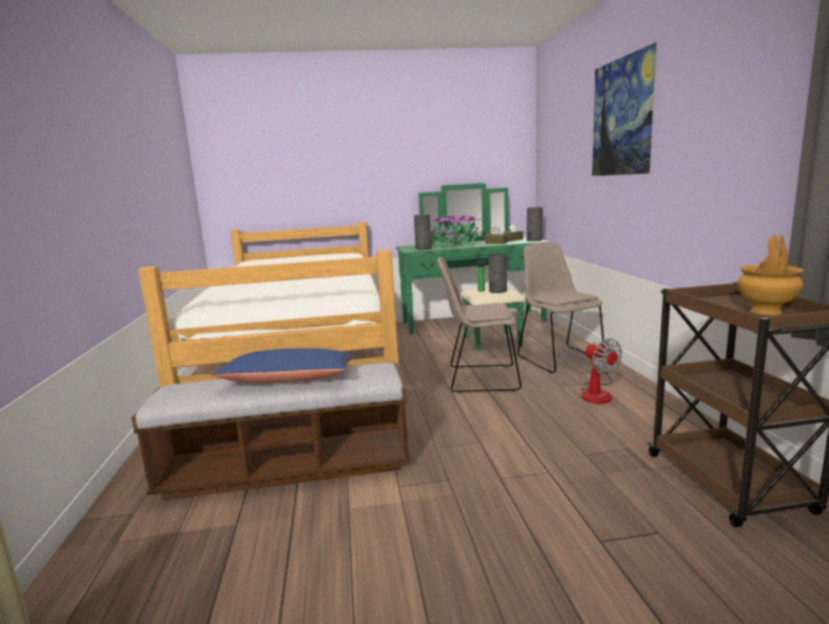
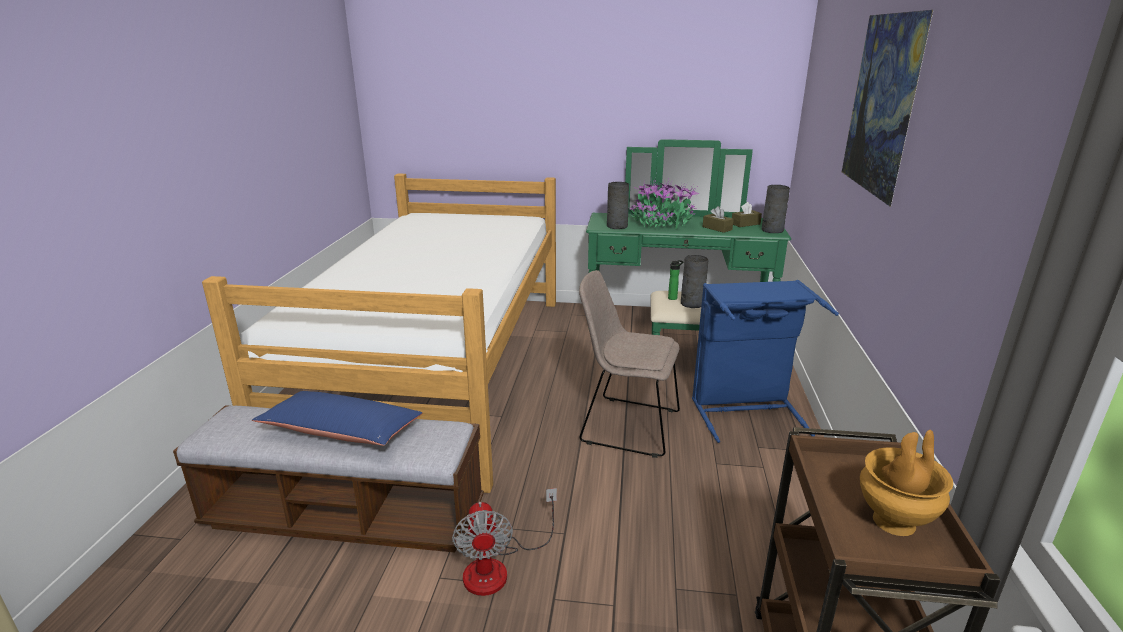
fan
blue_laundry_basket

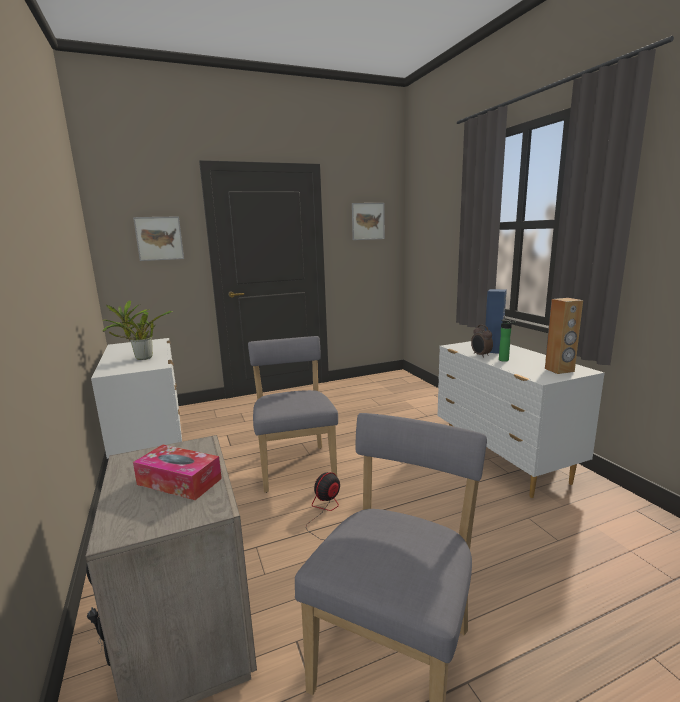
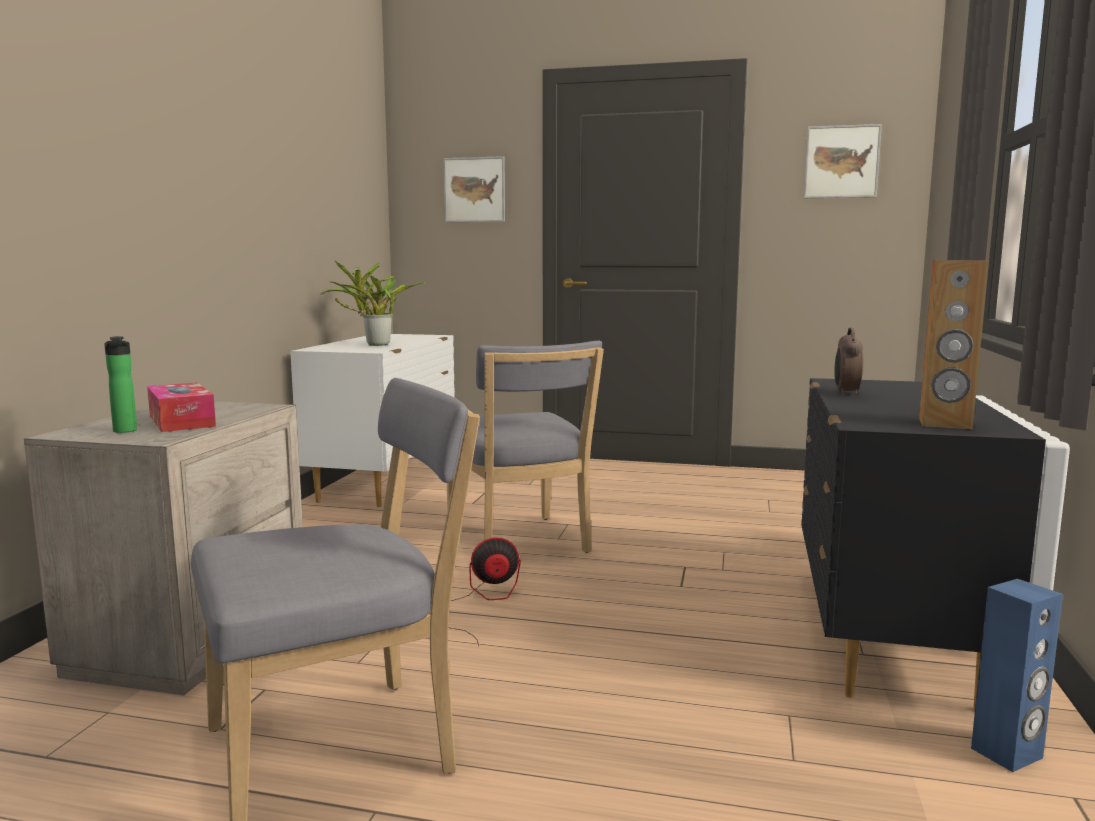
bottle
grey_chair (2nd from left)
black_dresser
blue_speaker

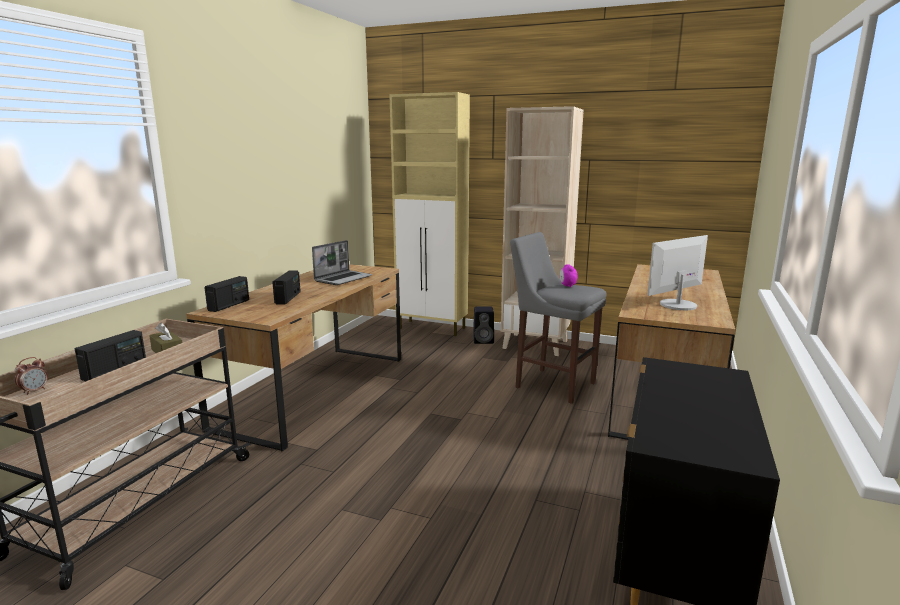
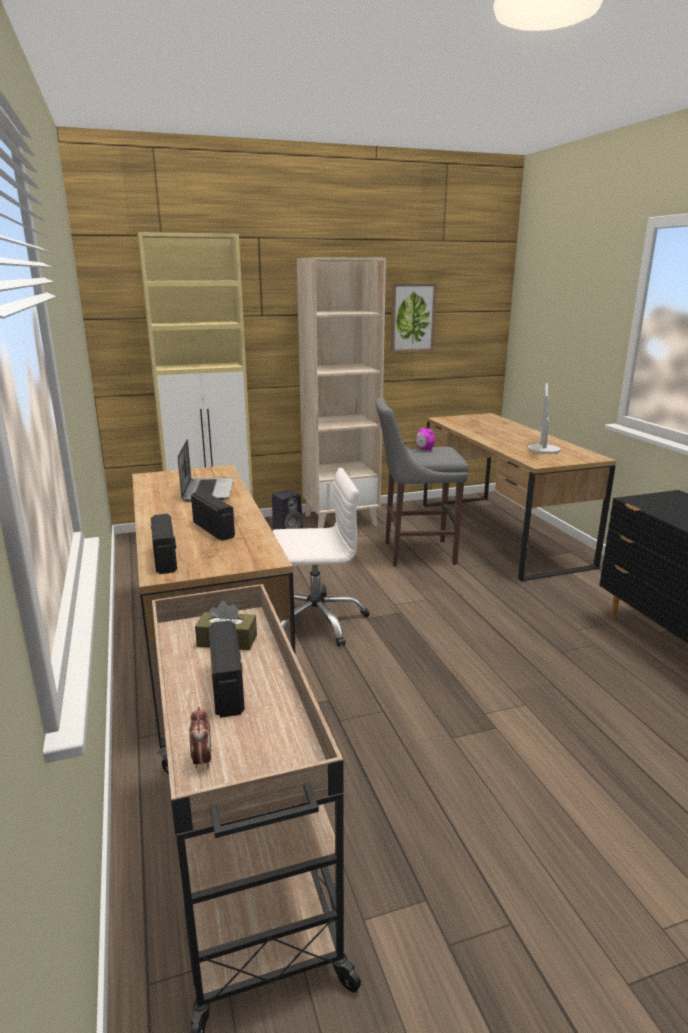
white_office_chair
picture

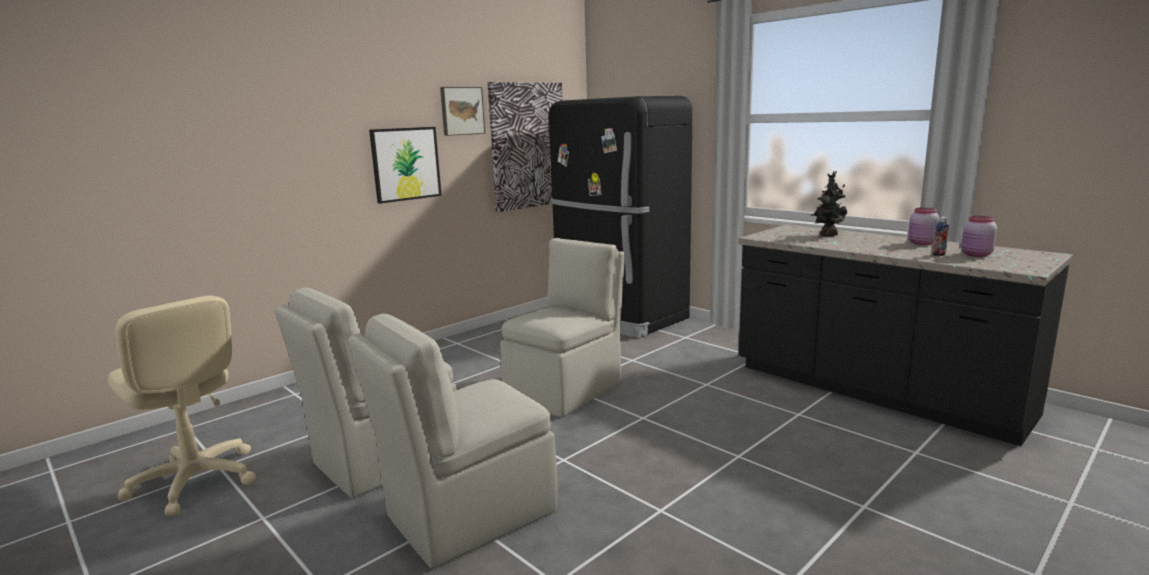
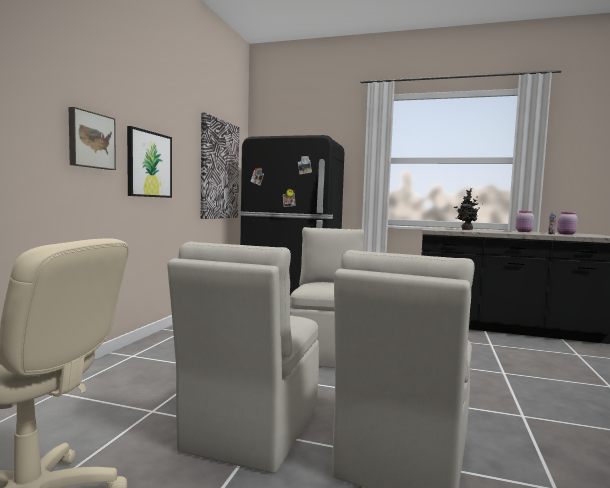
picture (1st from left)

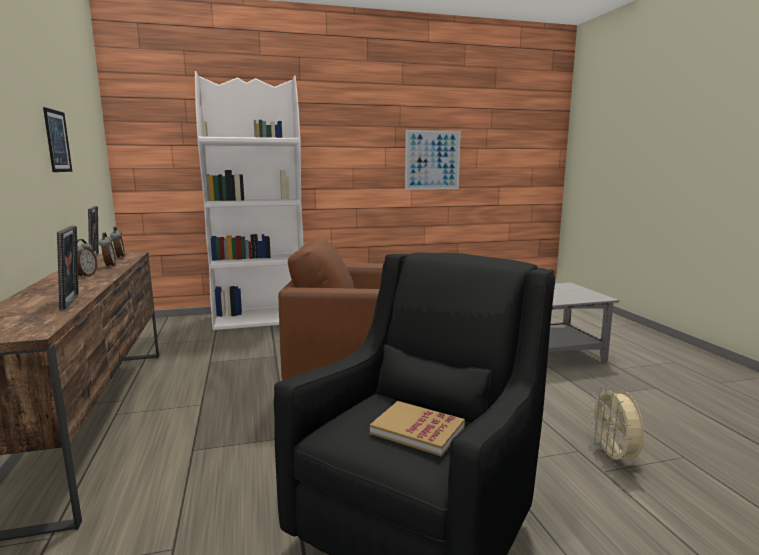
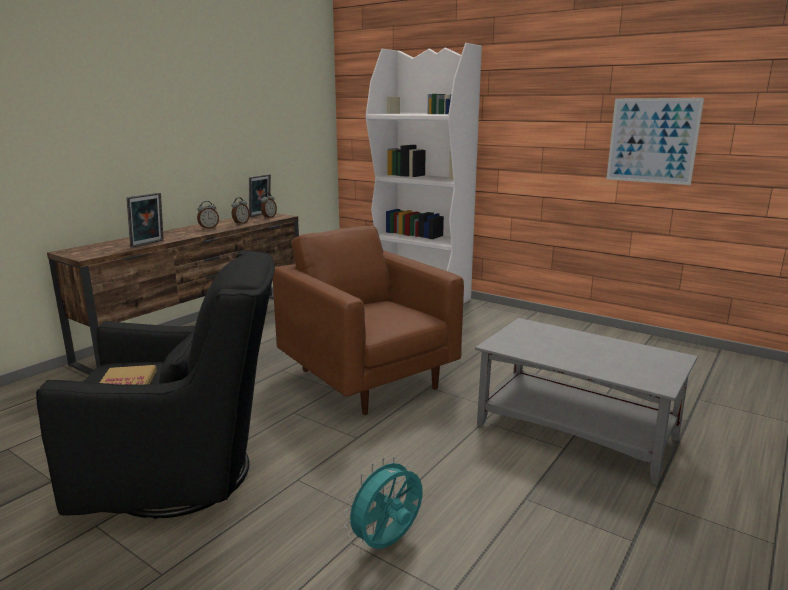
turquoise_fan
picture (1st from left in the first image)

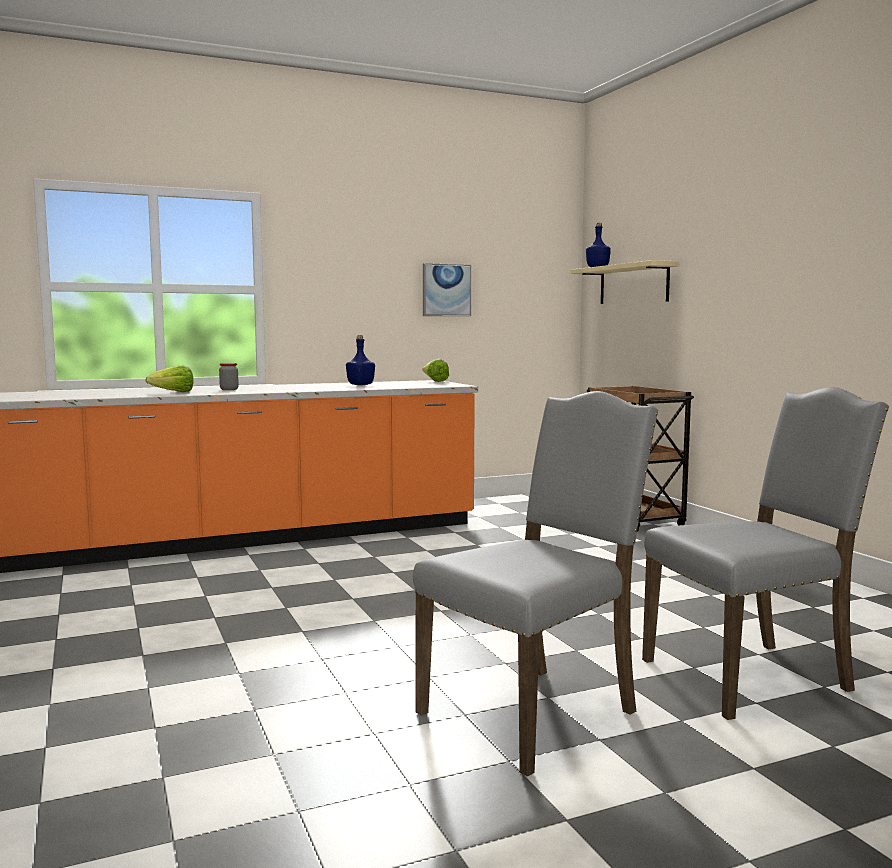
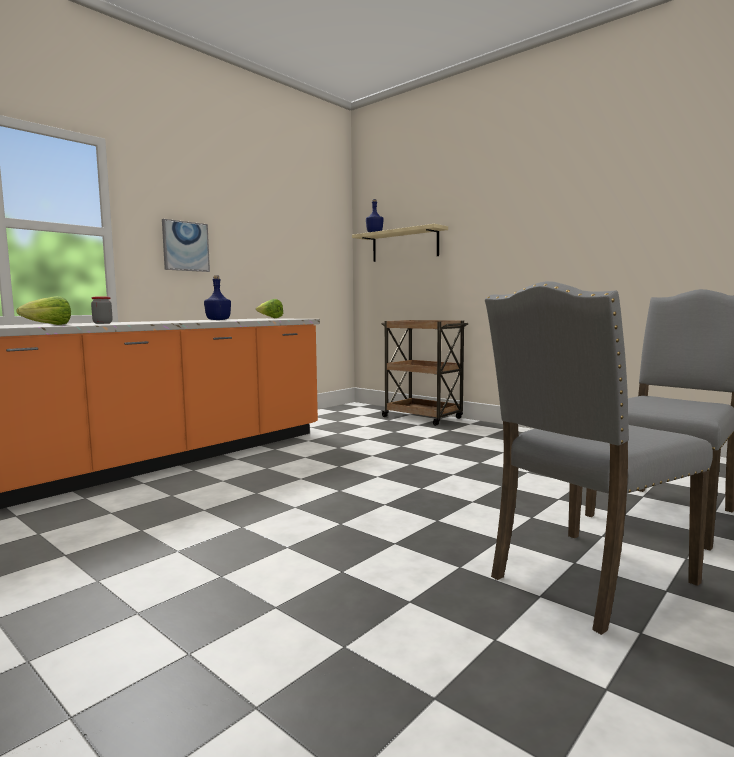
picture
grey_chair (1st from left)

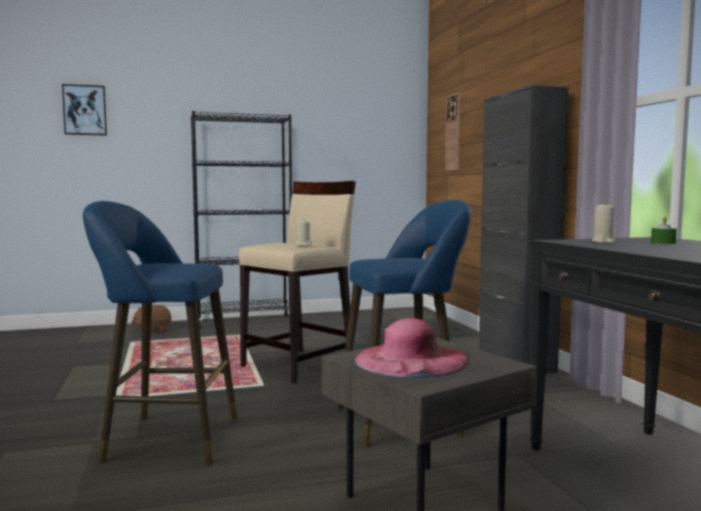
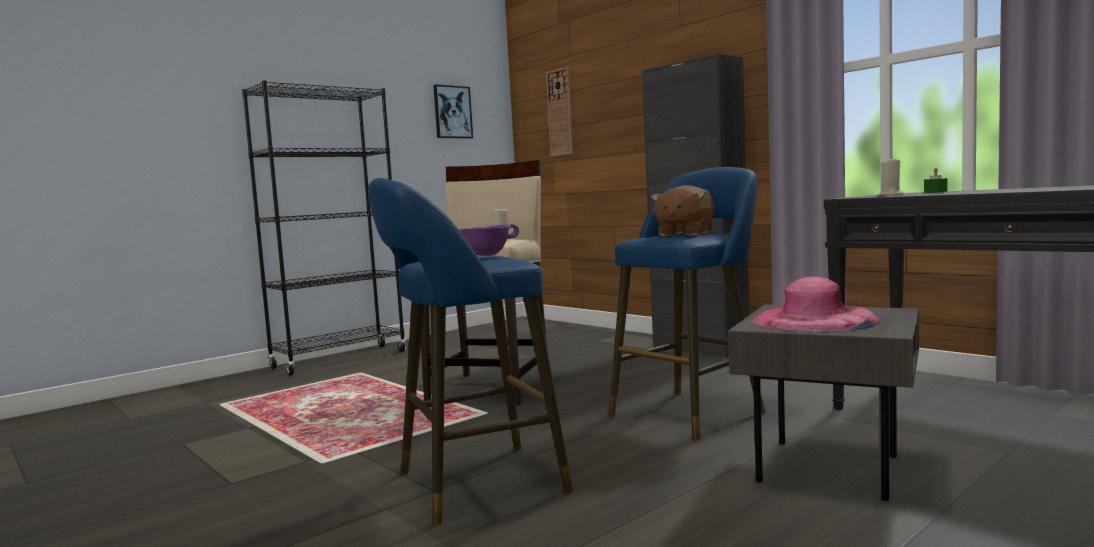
picture
purple_bowl
brown_plush_toy

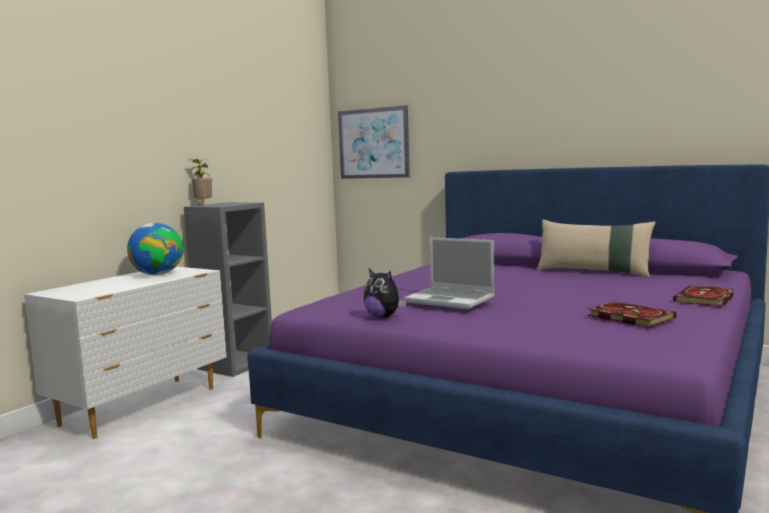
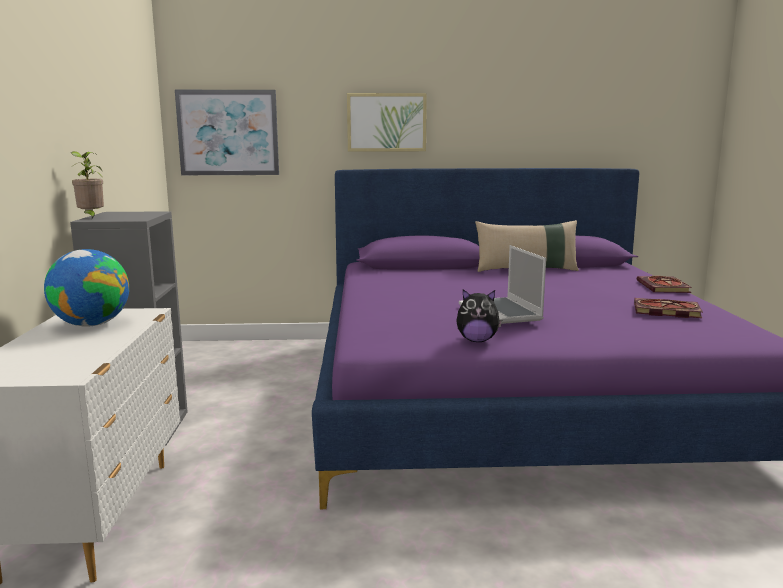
picture (2nd from left)
laptop

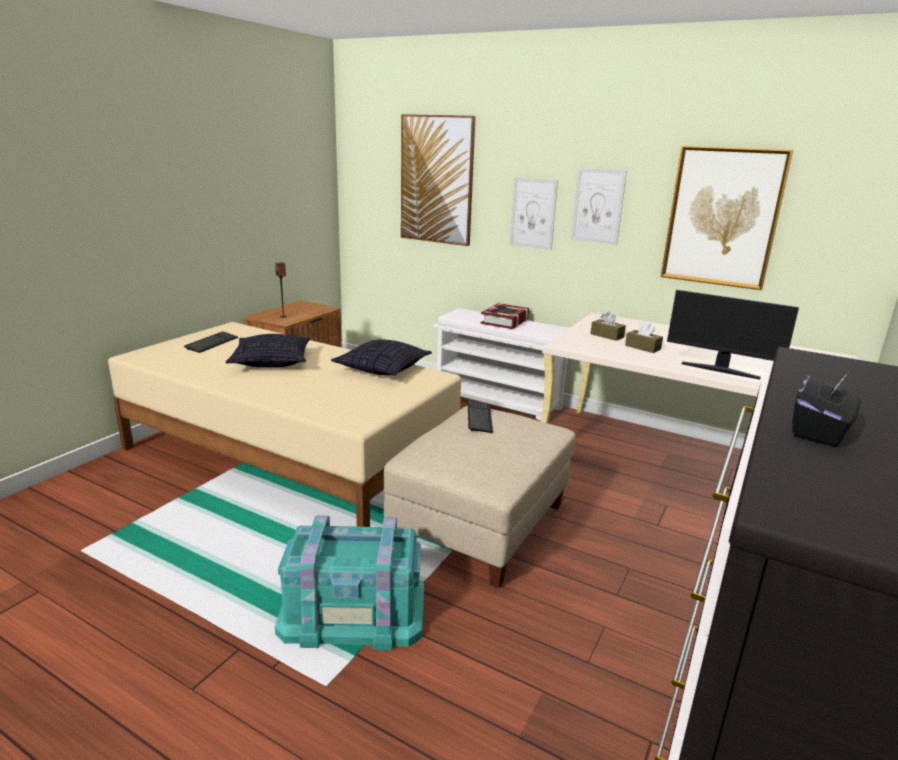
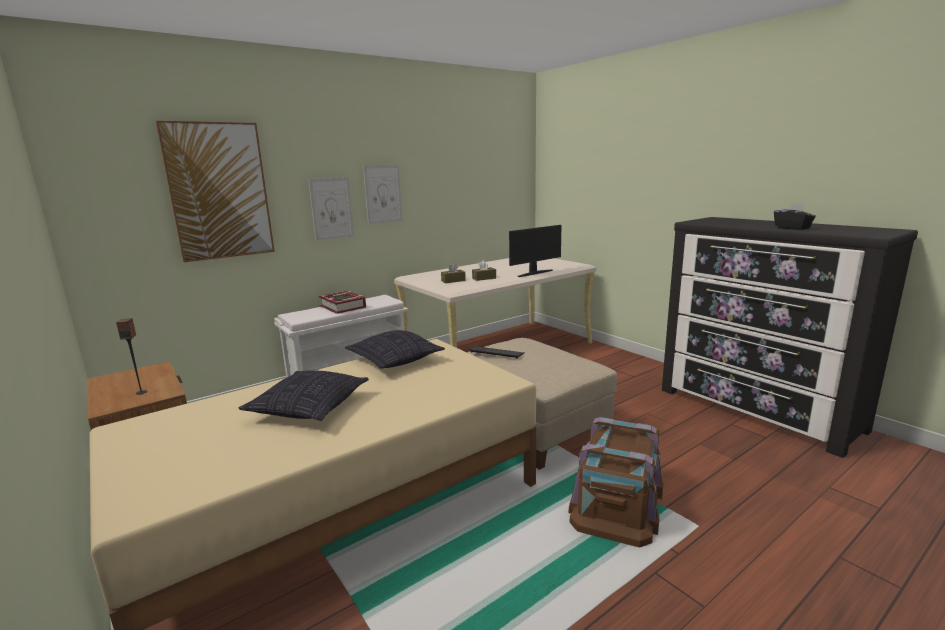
brown_storage_box
keyboard (1st from left in the first image)
picture (4th from left in the first image)

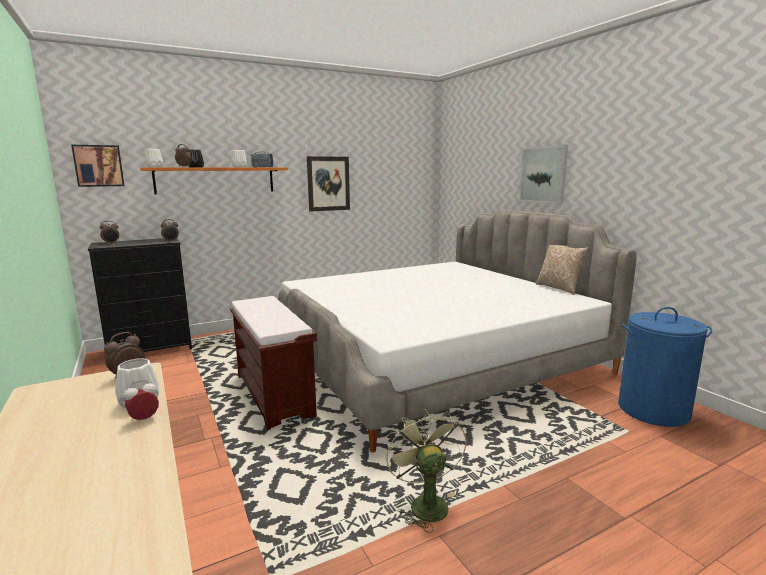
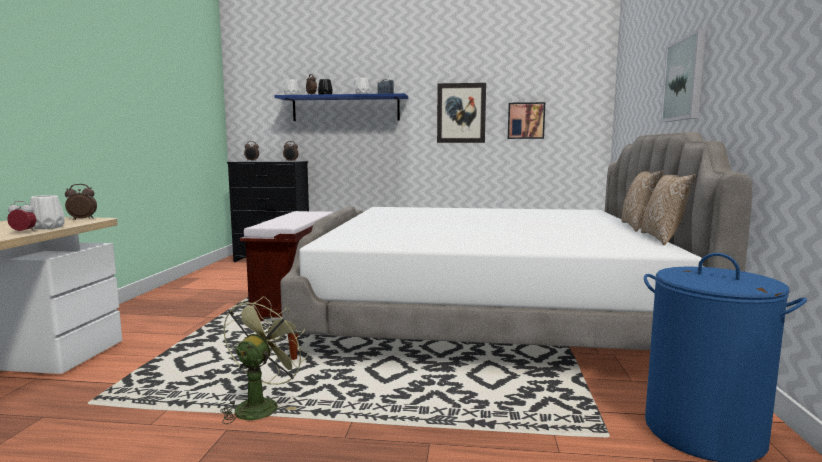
blue_shelf
picture (2nd from left)
pillow (1st from left)

